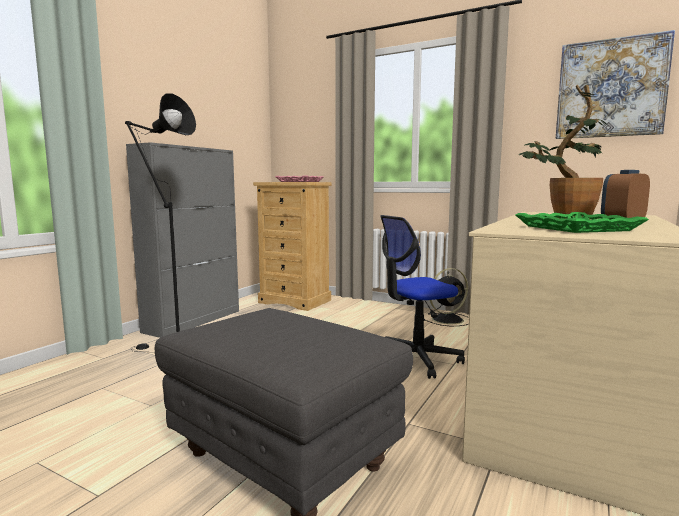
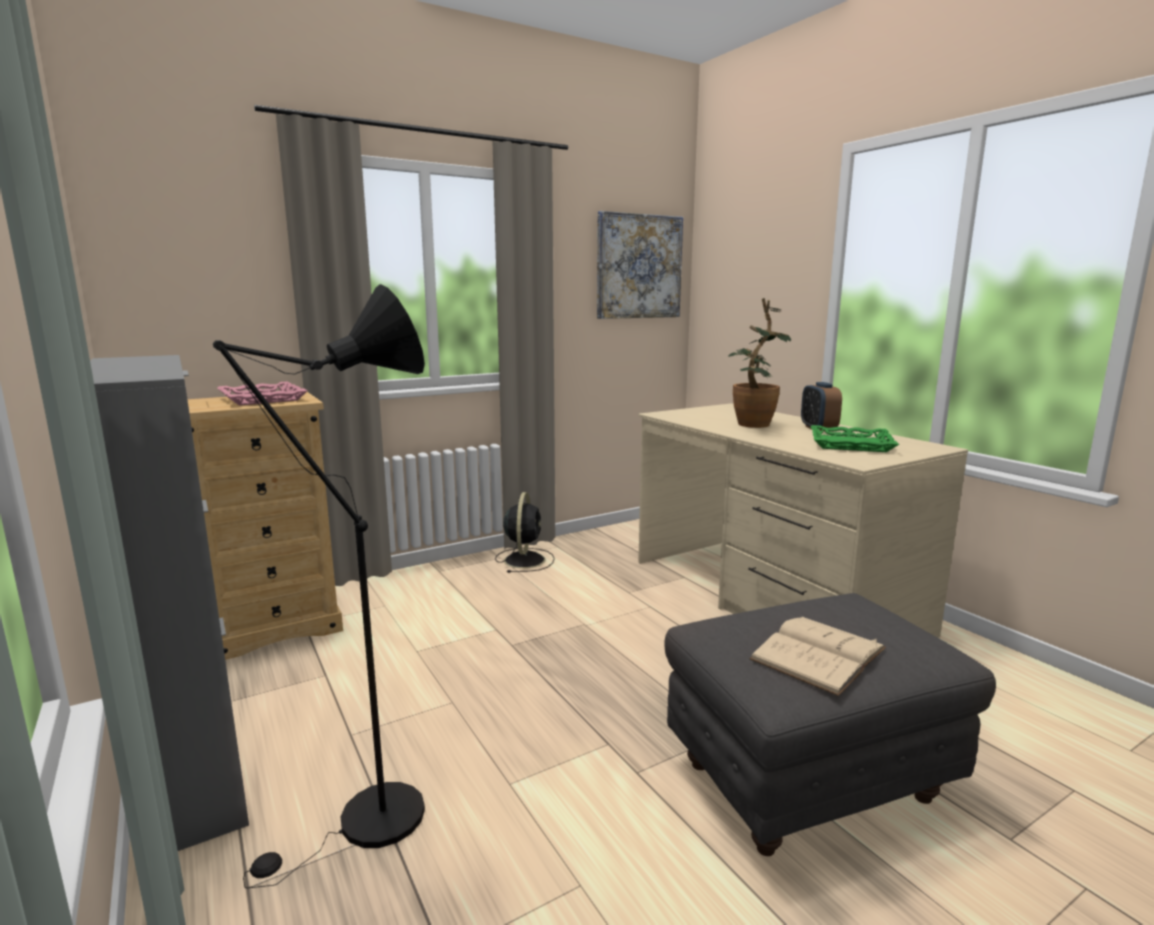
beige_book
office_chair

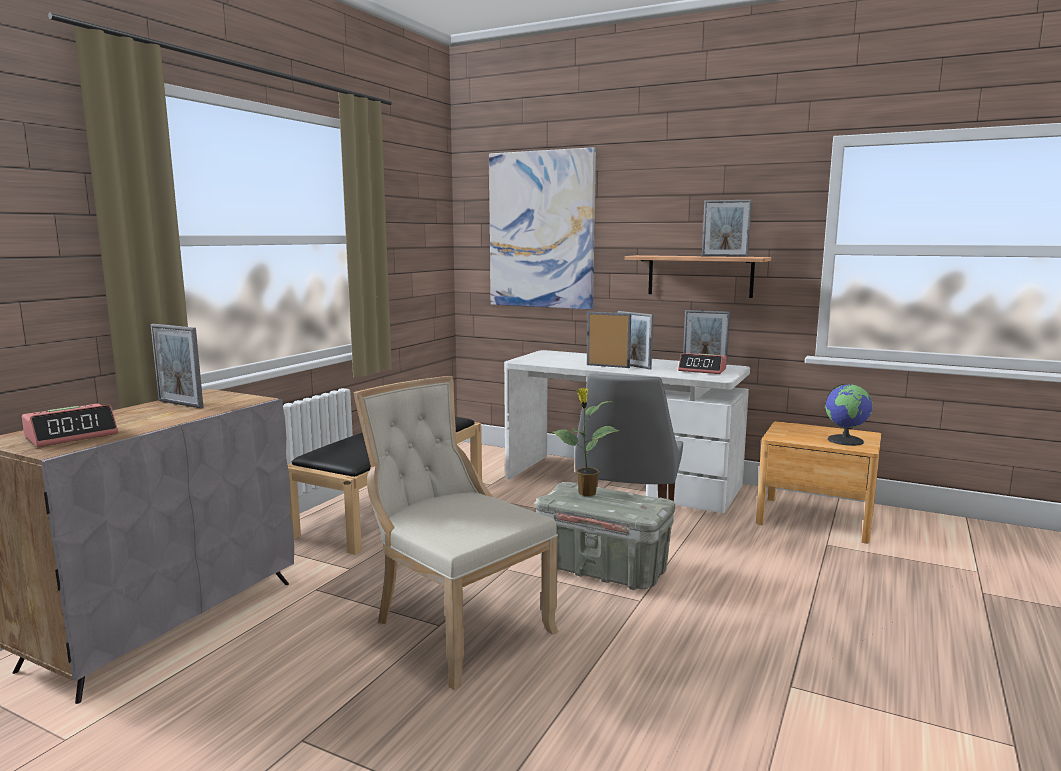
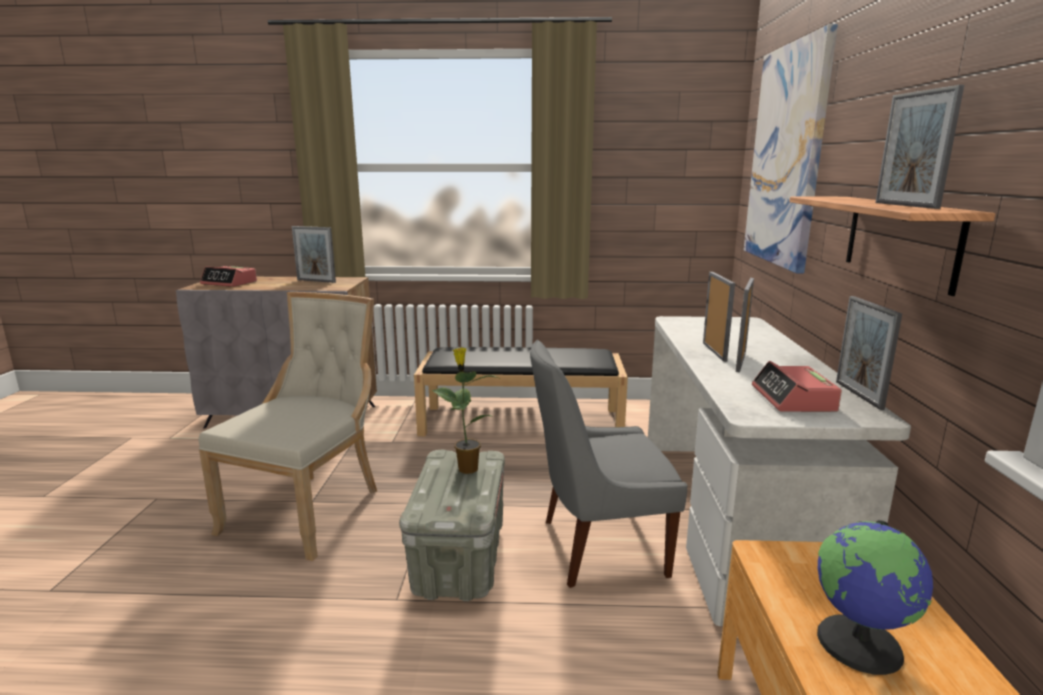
picture_frame (1st from left)

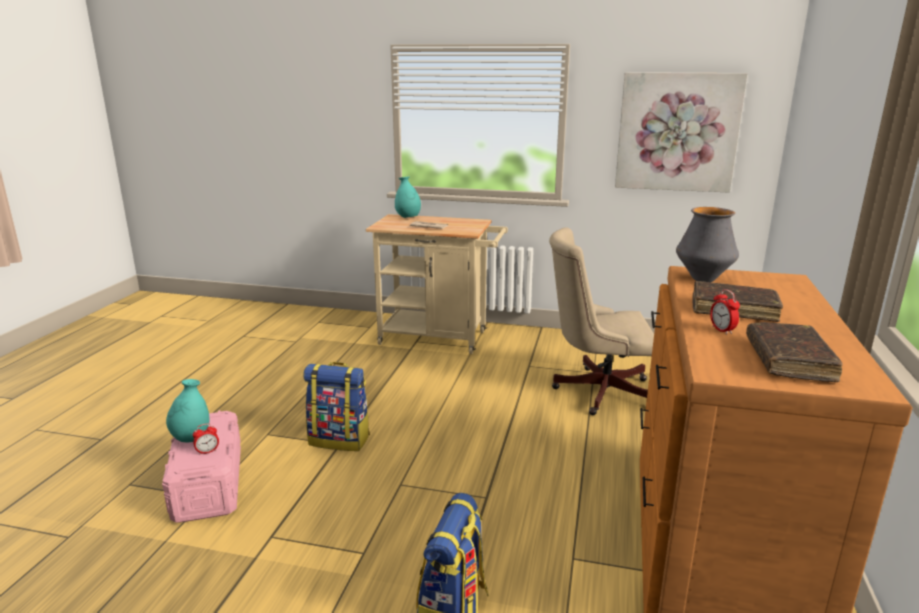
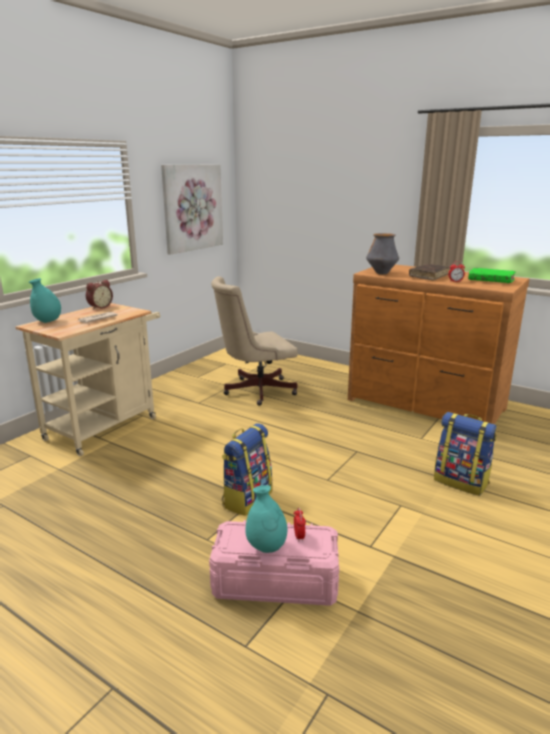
alarm_clock (1st from left)
beige_office_chair
green_book

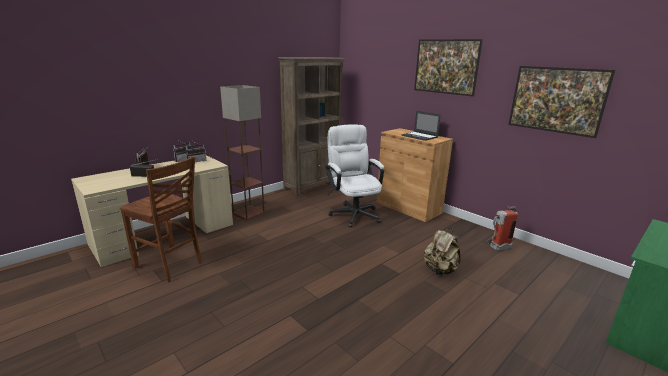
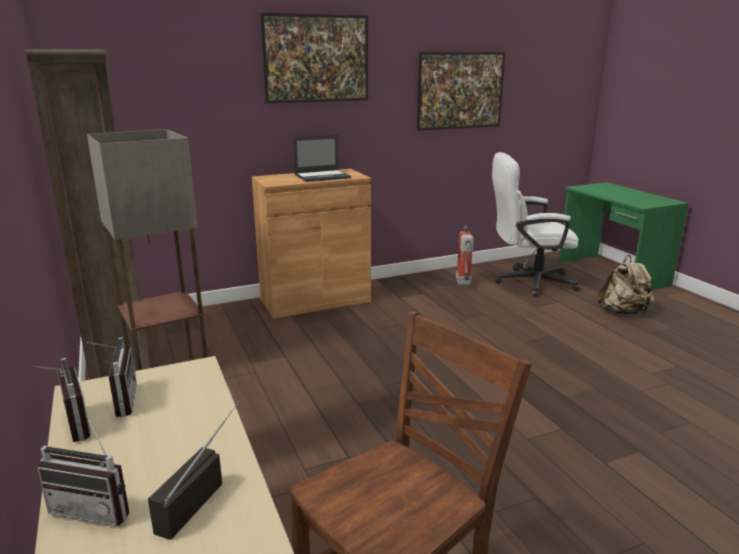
white_office_chair
beige_backpack

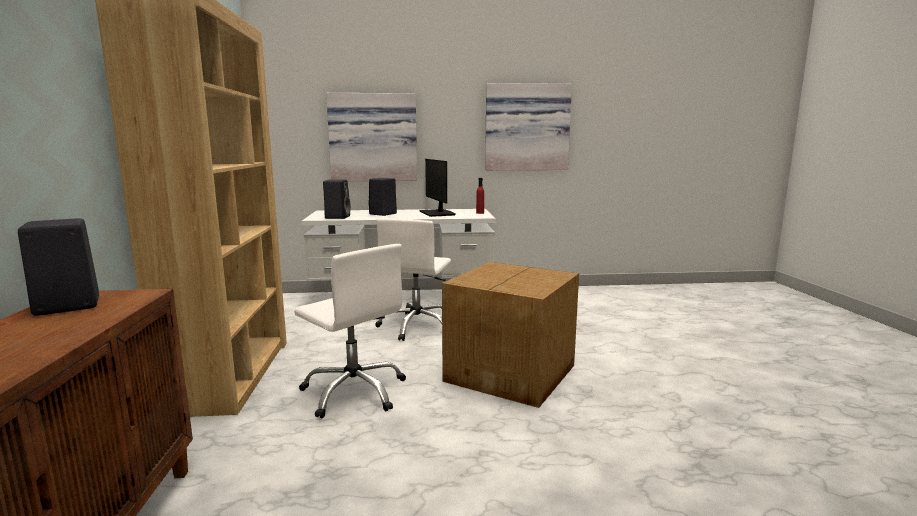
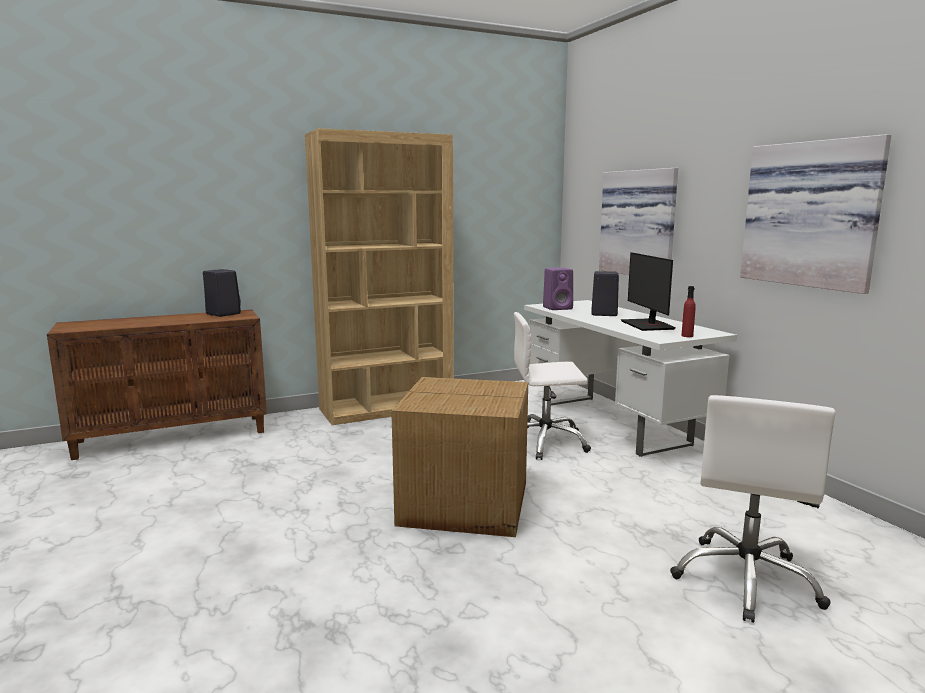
purple_speaker
monitor
white_office_chair (2nd from left)

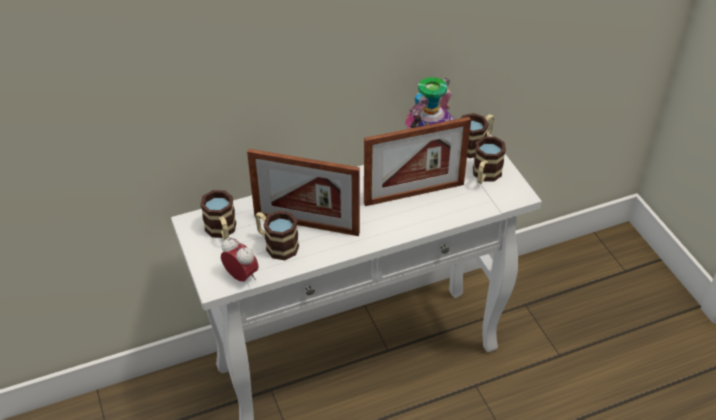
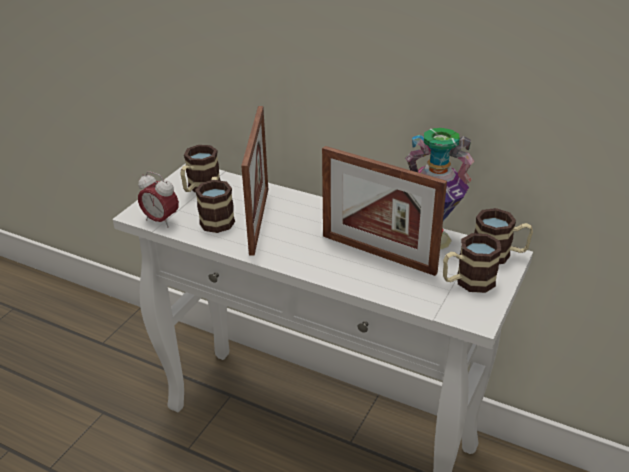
alarm_clock
picture_frame (1st from left)

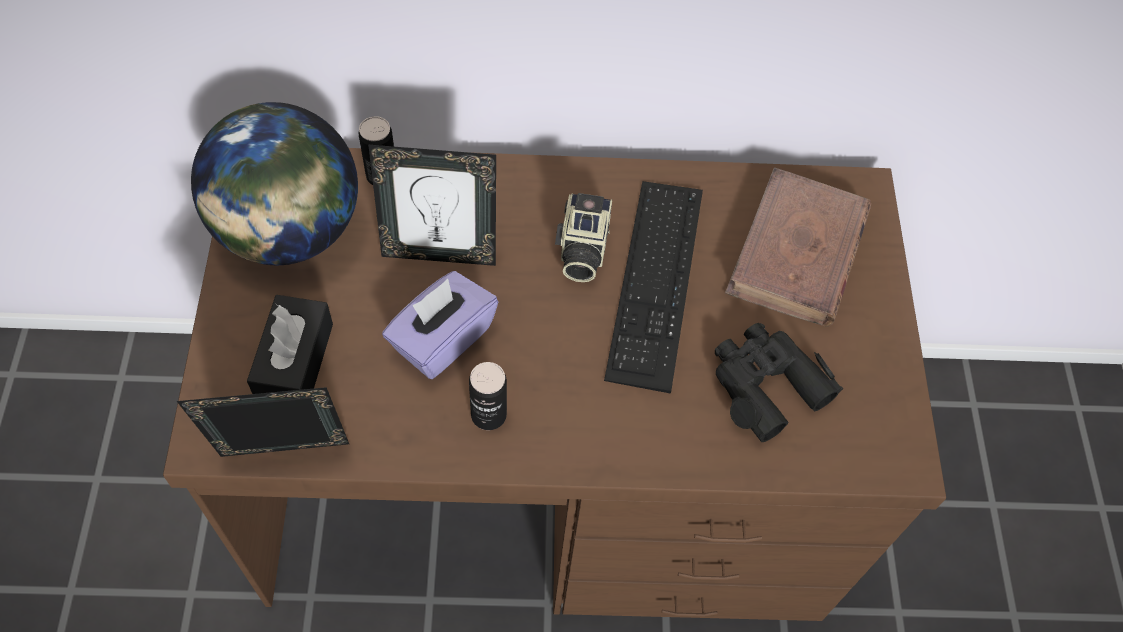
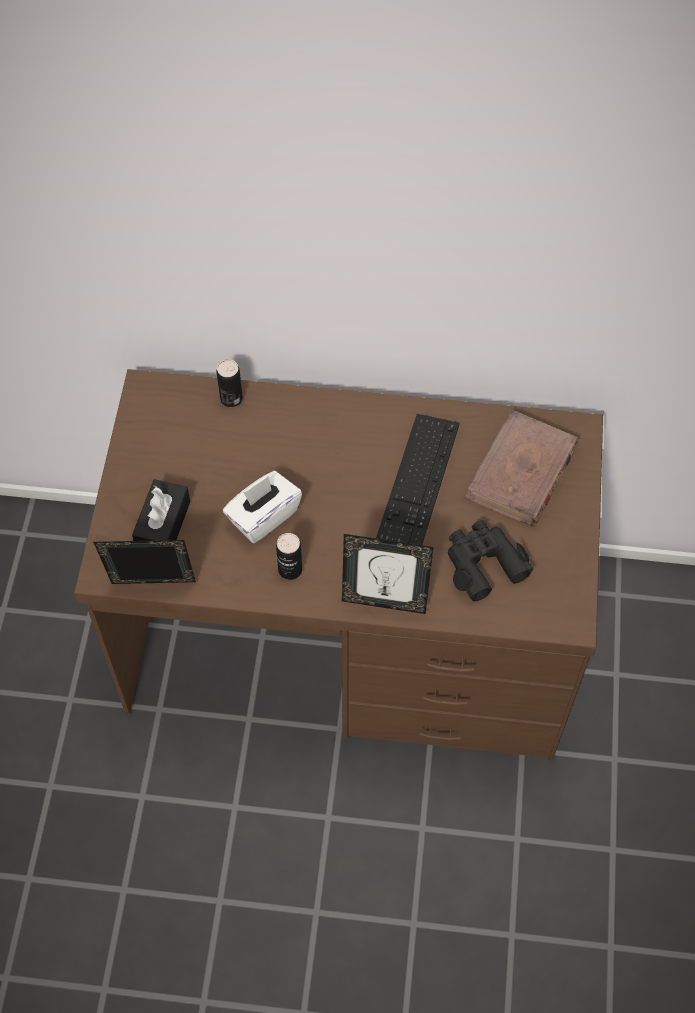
white_tissue_box
picture_frame (2nd from left)
globe
photo_camera

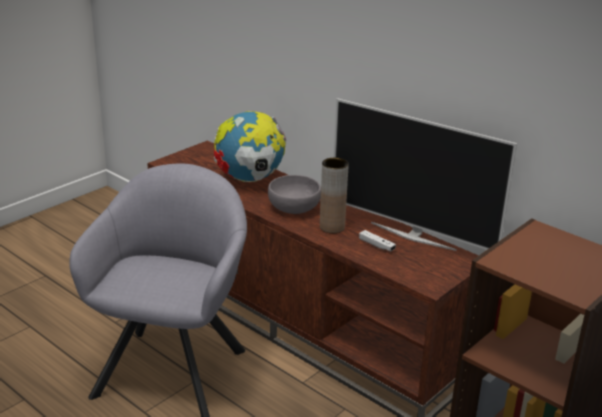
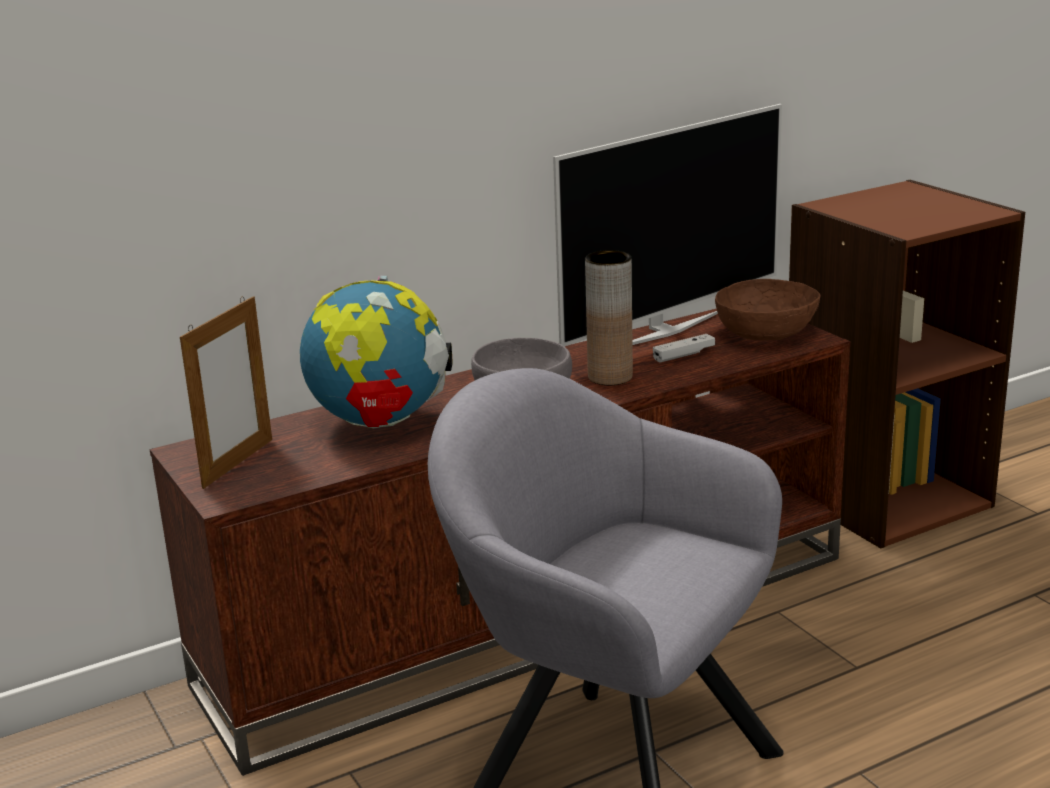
picture_frame
brown_bowl

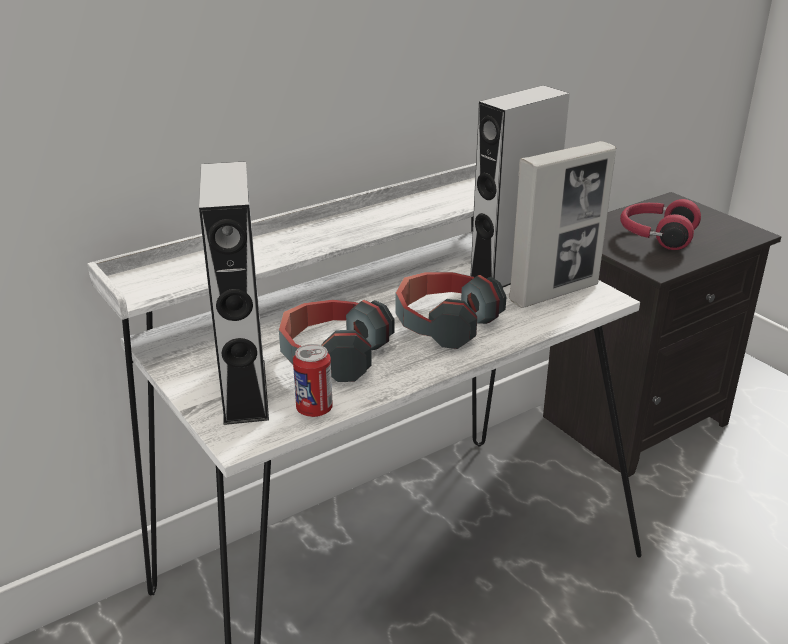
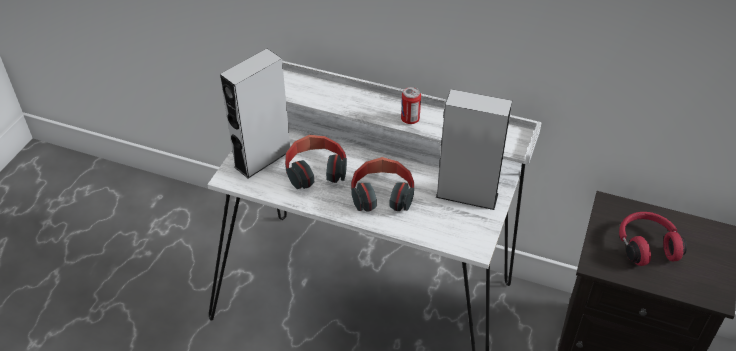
can
picture_frame

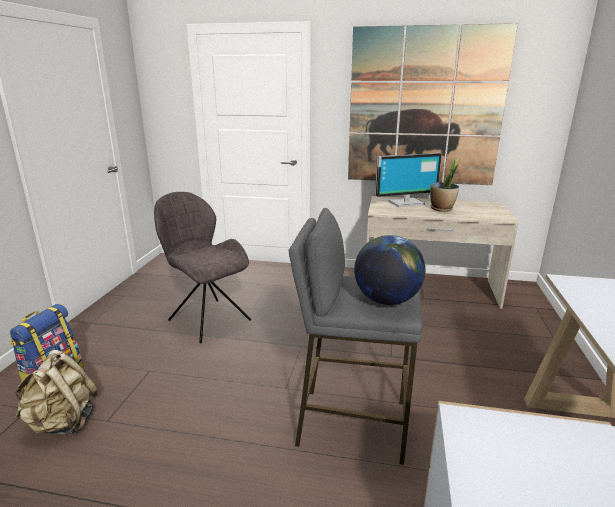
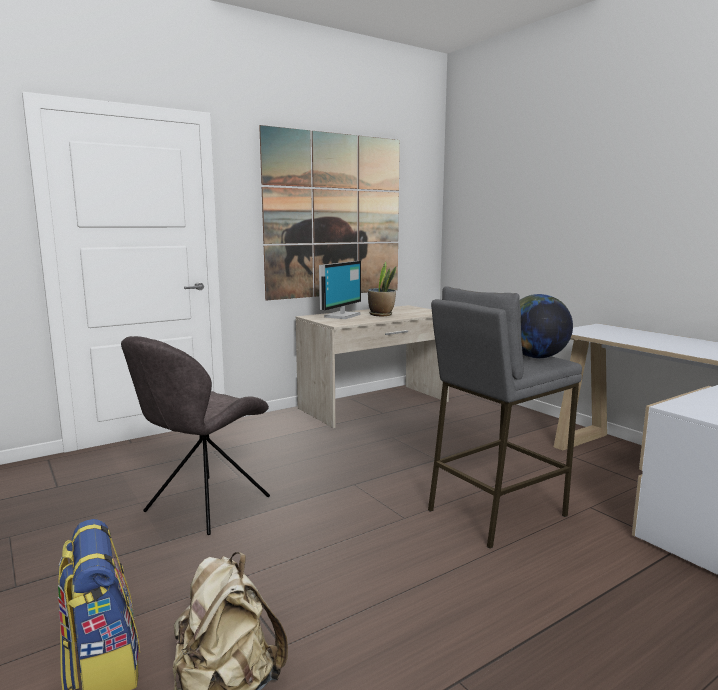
grey_chair

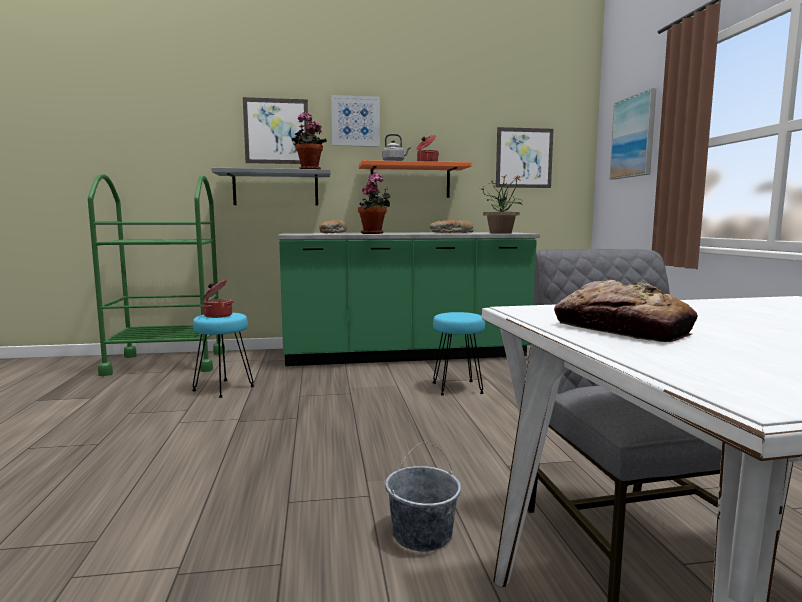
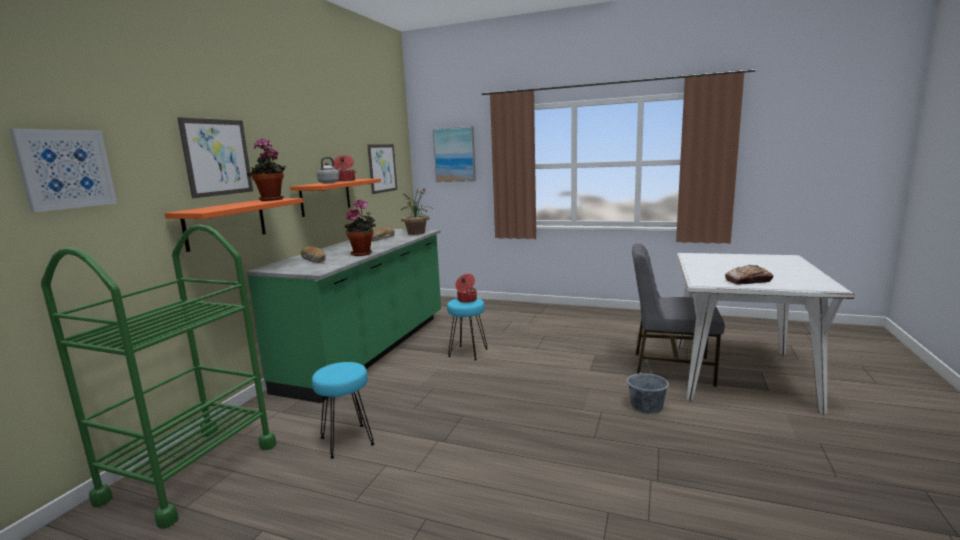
picture (1st from left)
orange_shelf (1st from left)
cooking_pot (2nd from left)

